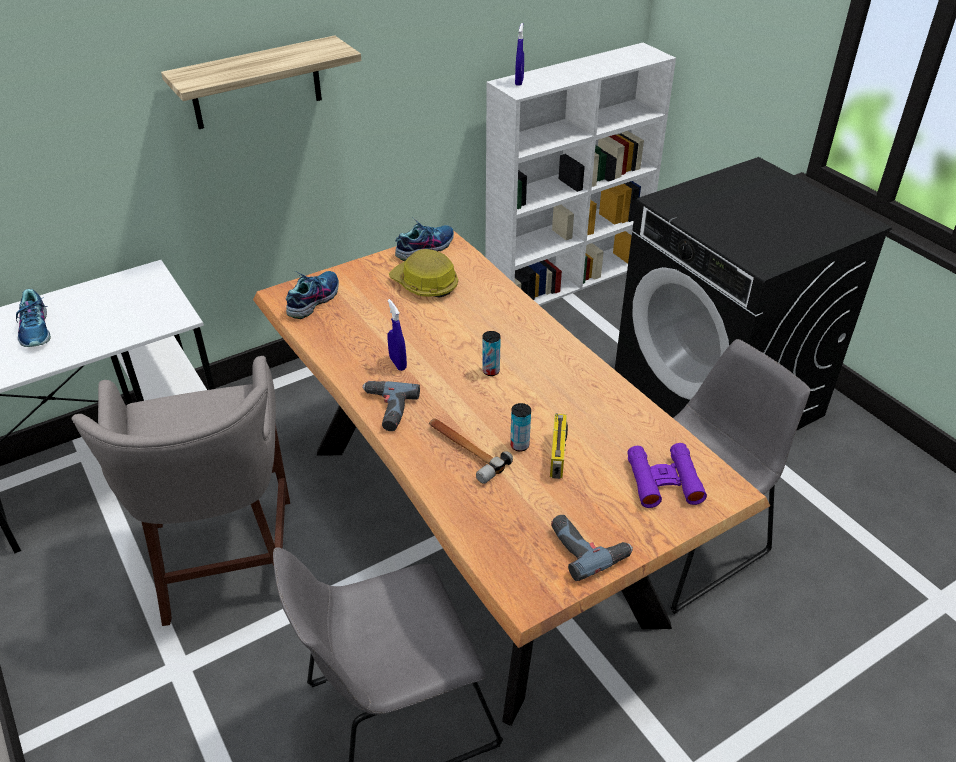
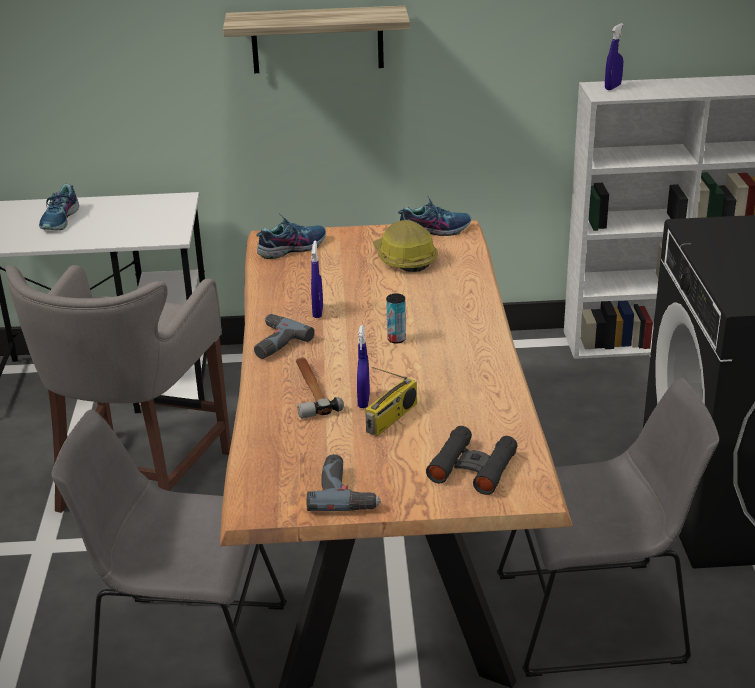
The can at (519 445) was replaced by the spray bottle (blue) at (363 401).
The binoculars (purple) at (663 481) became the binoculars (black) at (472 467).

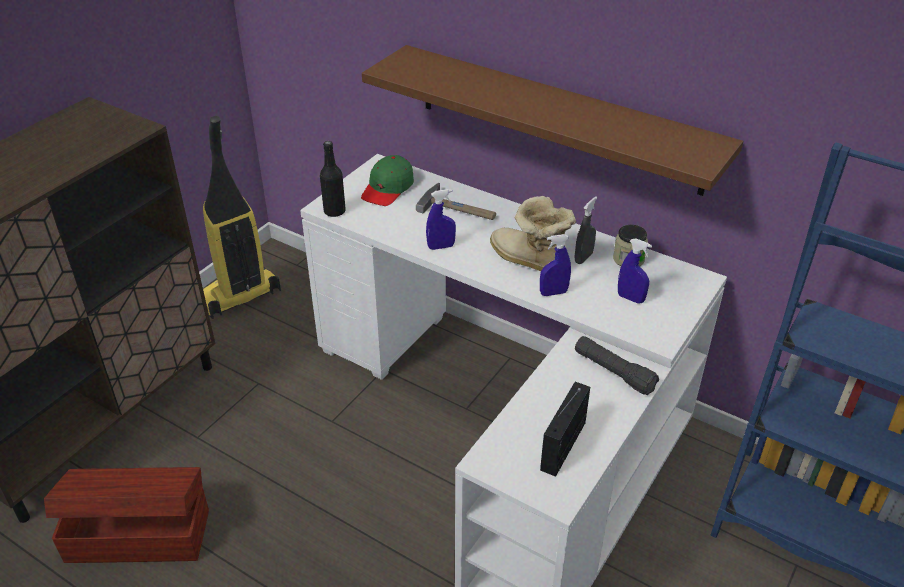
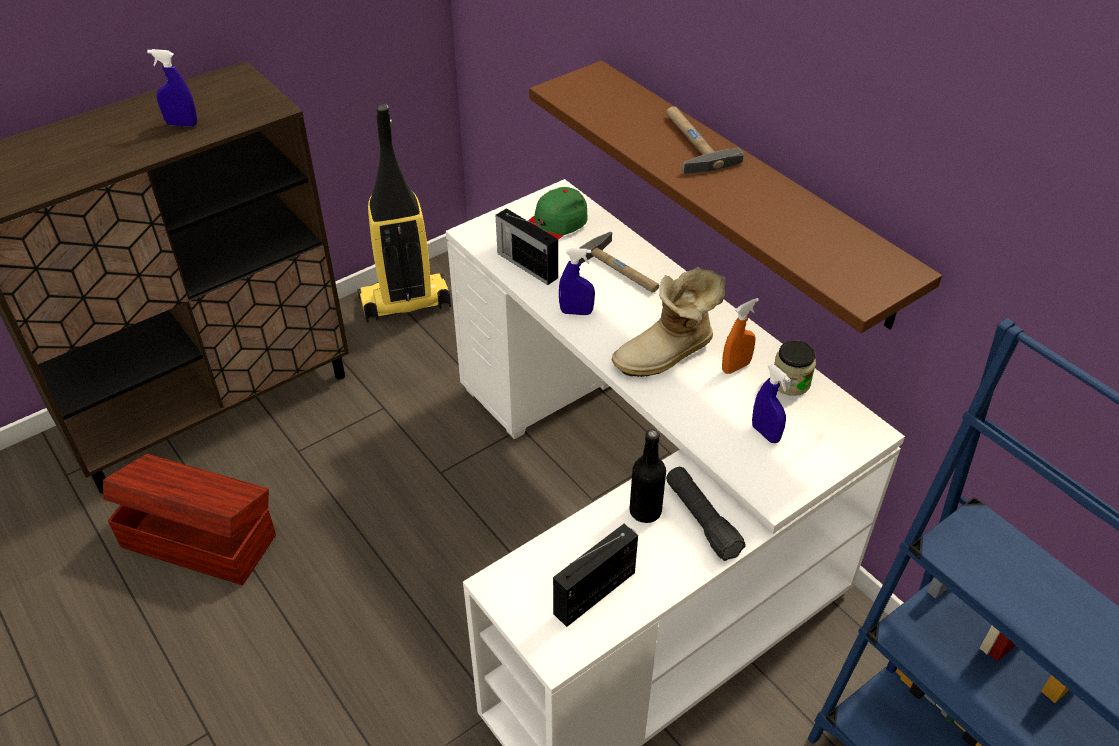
The bottle (black) moved from (334 211) to (645 511).
The boot at (529 261) turned 90 degrees counterclockwise.
The spray bottle (grey) at (583 258) became the spray bottle (orange) at (736 367).
The spray bottle (blue) moved from (553 293) to (182 124).
The hammer at (690 143) appeared.
The radio at (526 264) appeared.

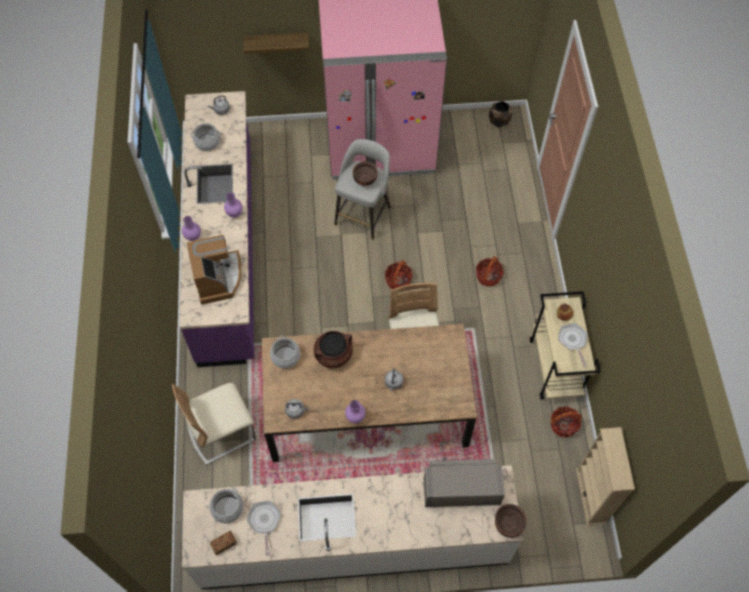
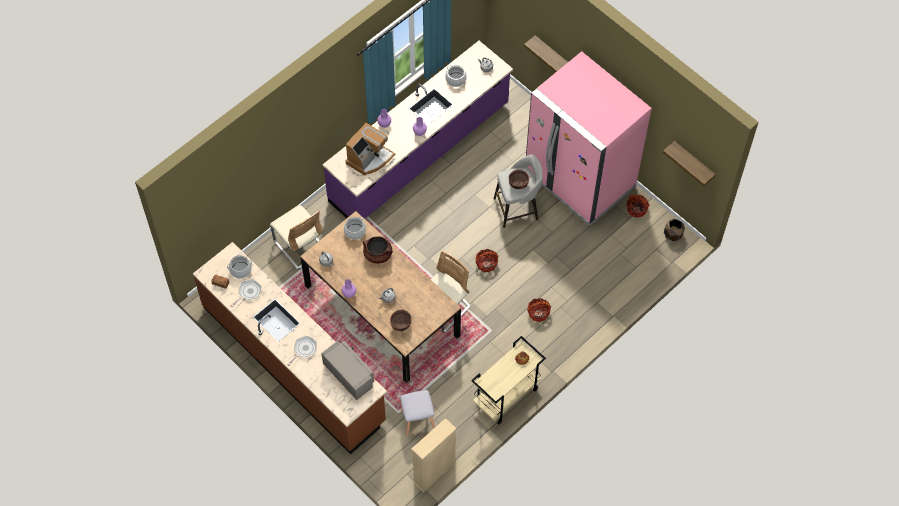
The frying pan moved from (572 341) to (304 349).
The chair (beige) at (221 431) turned 150 degrees counterclockwise.
The basket moved from (563 425) to (636 209).
The counter (white) at (353 542) became the counter (brown) at (294 363).
The bowl (brown) moved from (508 524) to (401 325).
The shelf at (693 162) appeared.
The stool (grey) at (417 419) appeared.

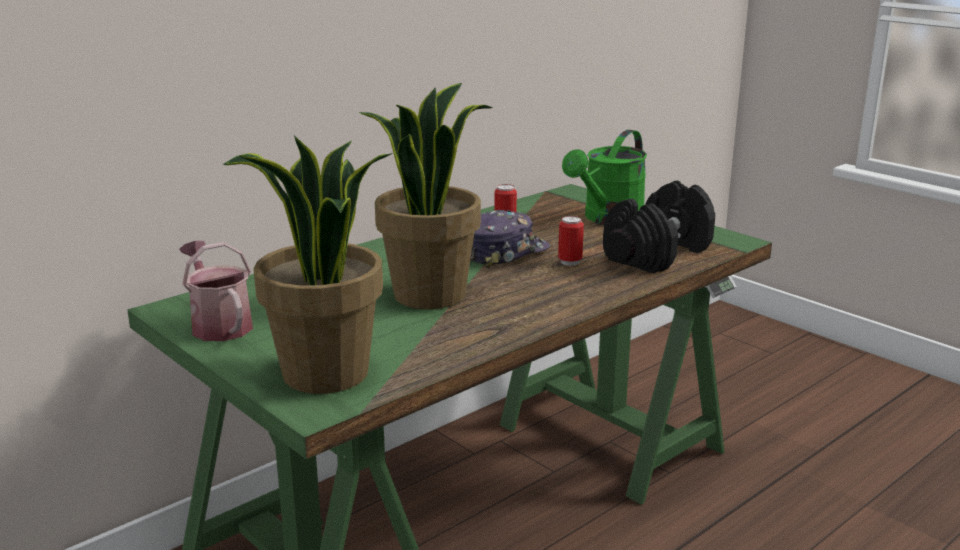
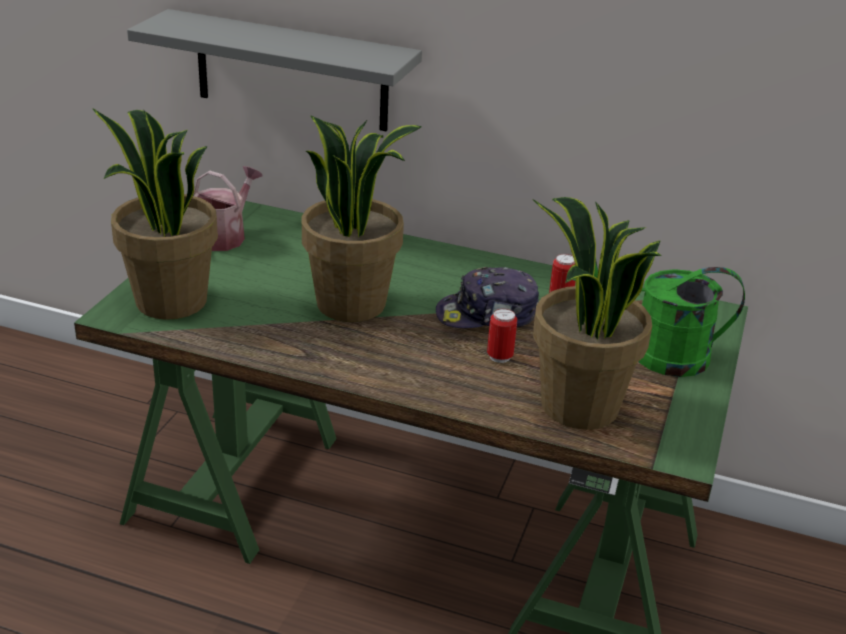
The dumbbell (black) at (658 254) was replaced by the potted plant at (578 407).
The cap at (504 252) turned 150 degrees clockwise.
The shelf (grey) at (291 71) appeared.

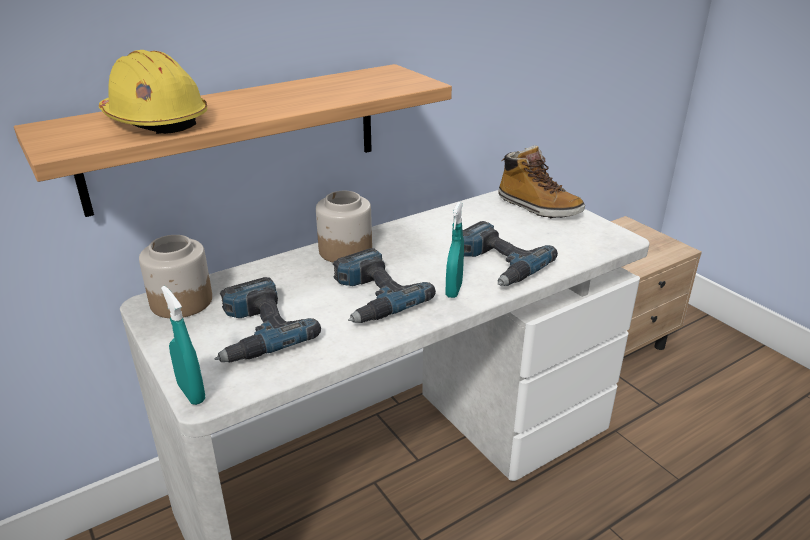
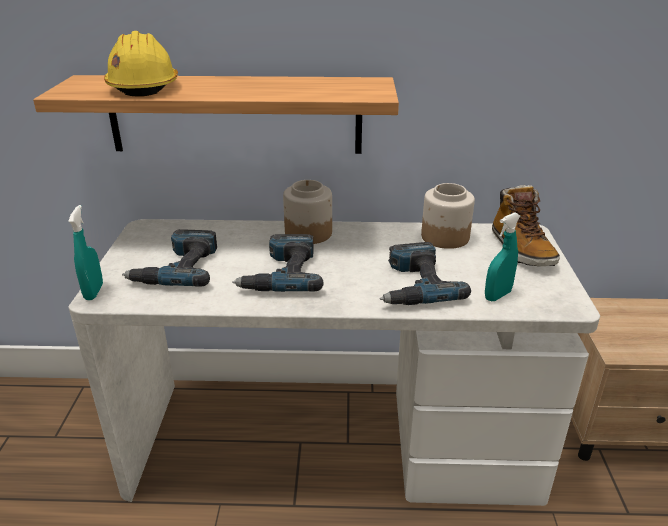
The spray bottle (turquoise) moved from (454 290) to (497 295).
The jar moved from (180 301) to (444 237).

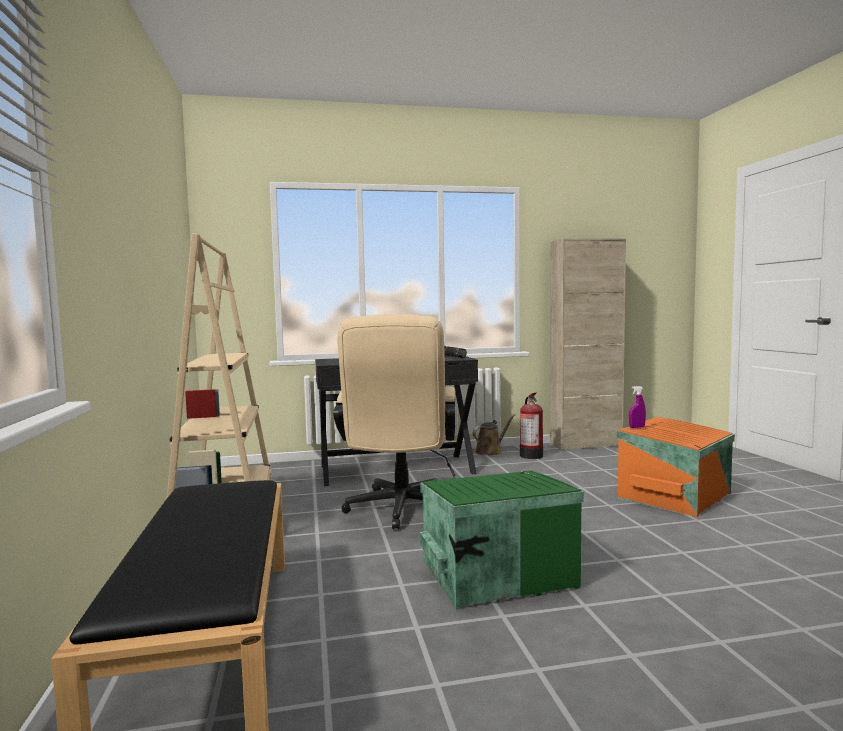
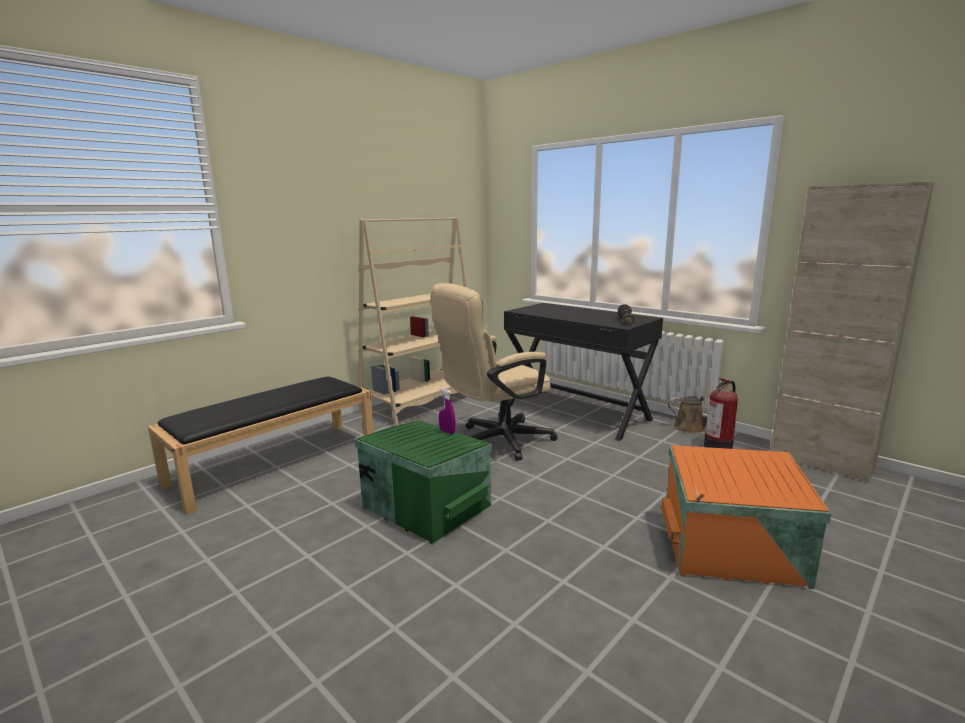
The spray bottle (purple) moved from (637 427) to (447 432).

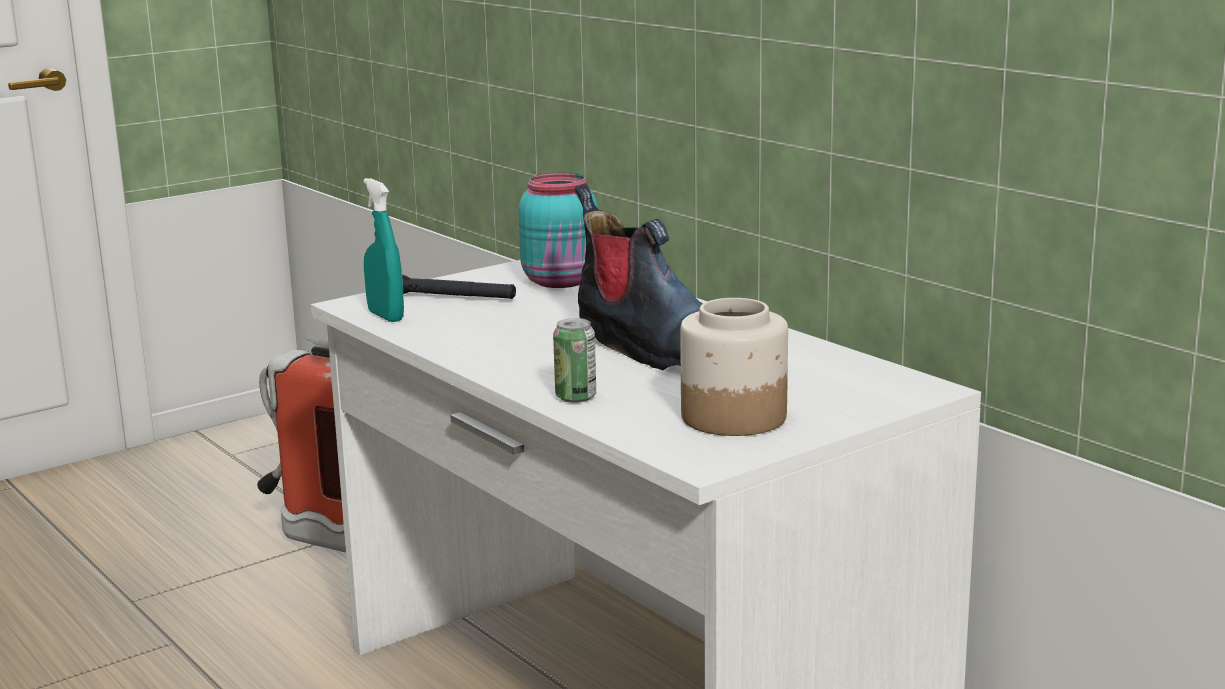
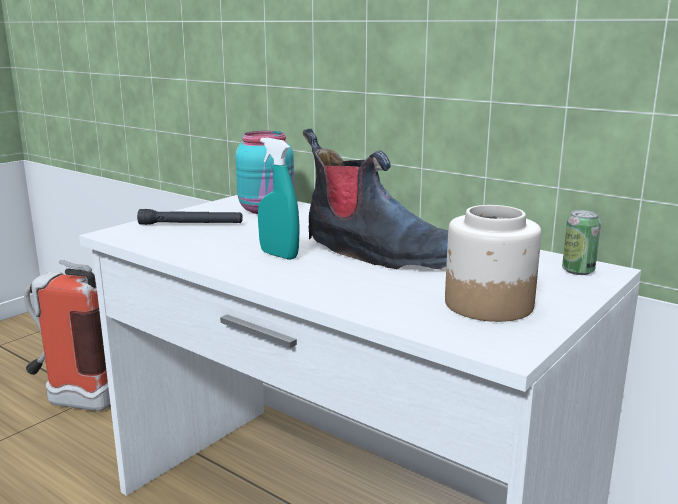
The spray bottle (turquoise) moved from (385 316) to (279 255).
The can moved from (575 397) to (578 271).

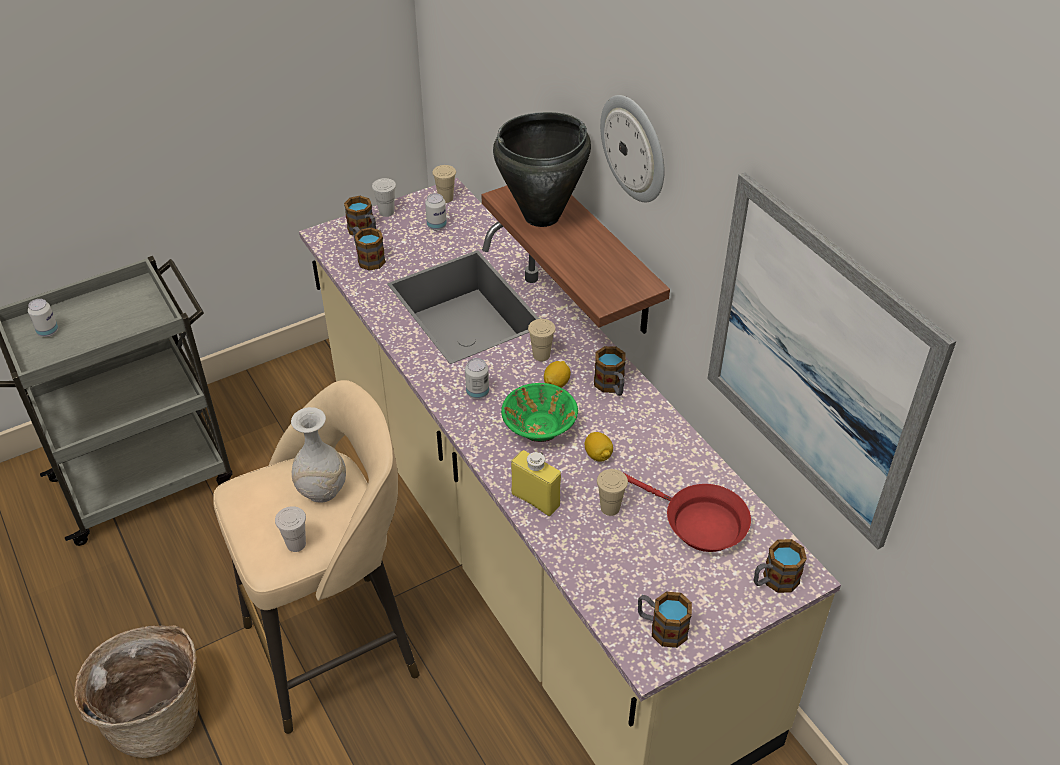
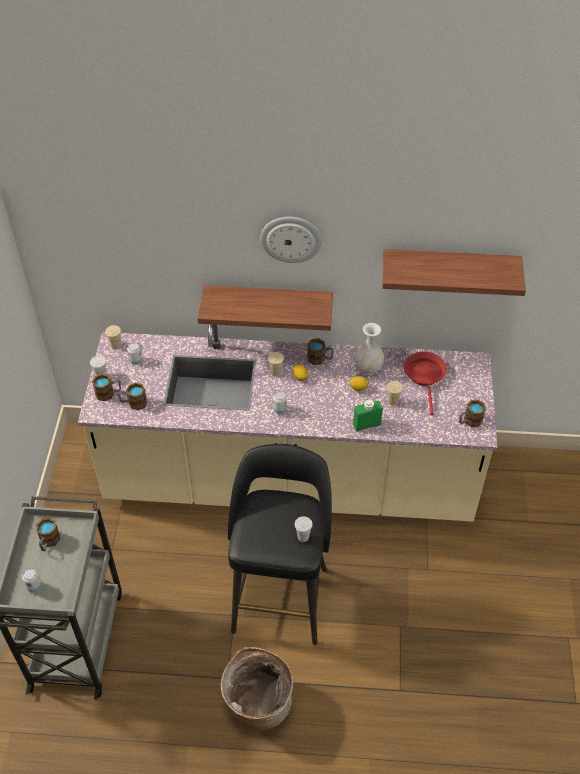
The cooking pot (black) at (542 216) disappeared.
The picture at (815 361) was replaced by the shelf at (449 270).
The stool (beige) at (337 648) became the stool (black) at (281 596).
The bowl (green) at (539 427) disappeared.
The vase (white) moved from (322 490) to (368 368).
The bottle (yellow) at (535 500) became the bottle (green) at (367 424).
The frying pan (red) at (699 523) turned 75 degrees counterclockwise.
The mug moved from (774 581) to (48 542).

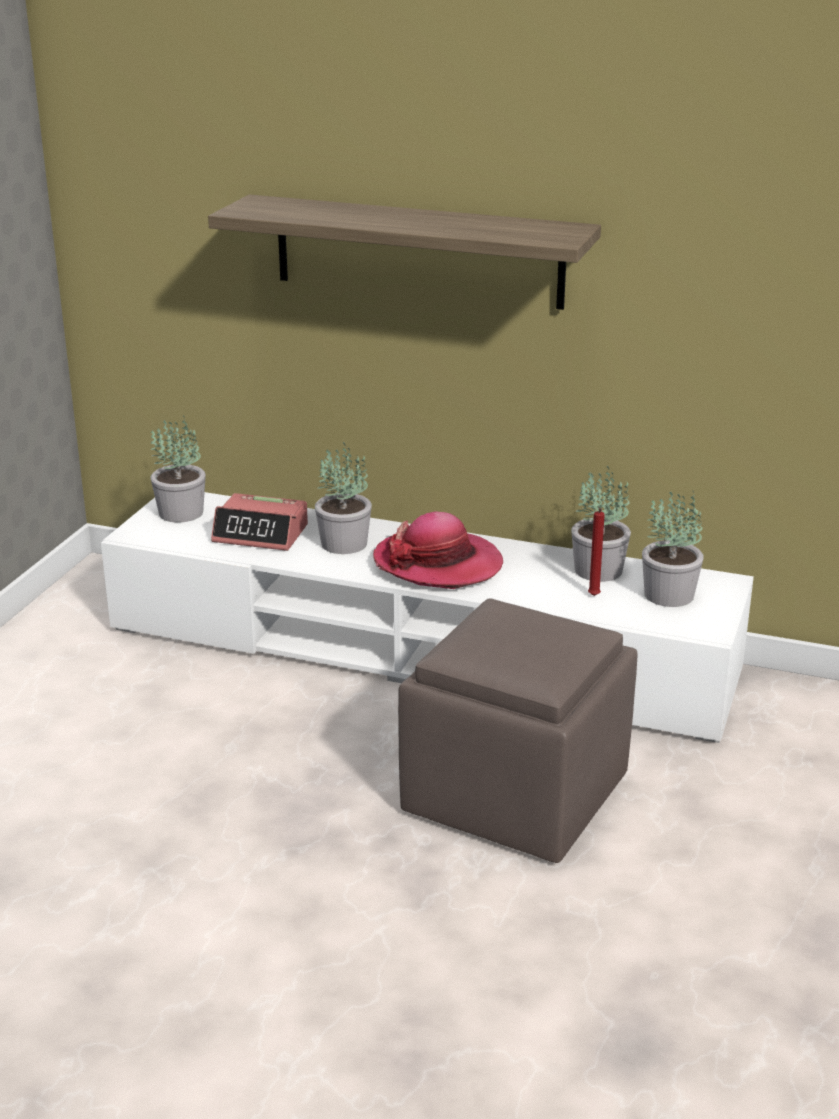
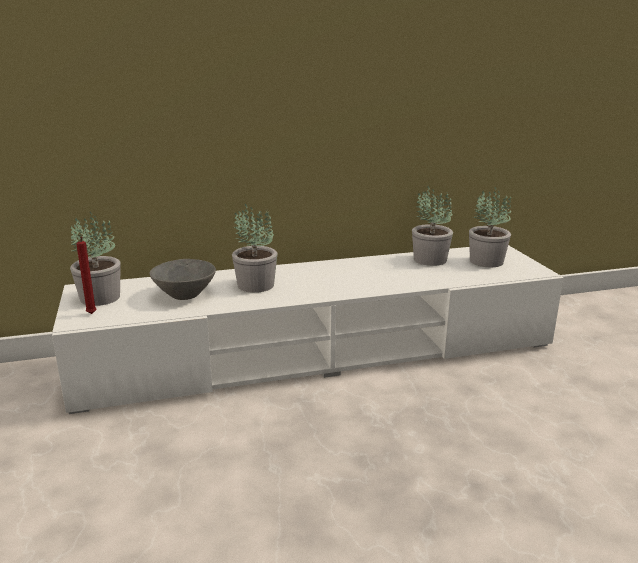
The shelf at (418 251) disappeared.
The alarm clock at (261 534) was replaced by the bowl (grey) at (185 294).
The candle (red) moved from (593 597) to (91 314).
The hat at (438 564) disappeared.
The ottoman (brown) at (514 793) disappeared.

